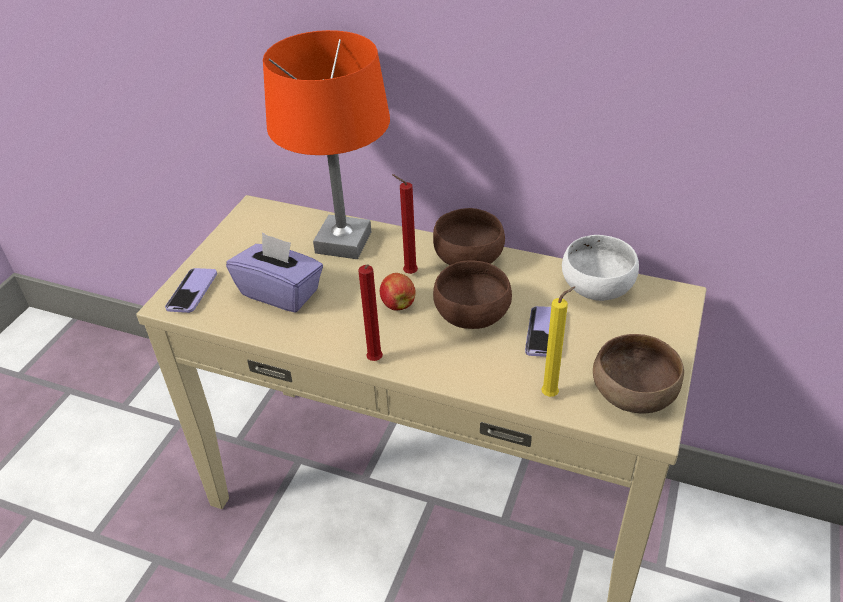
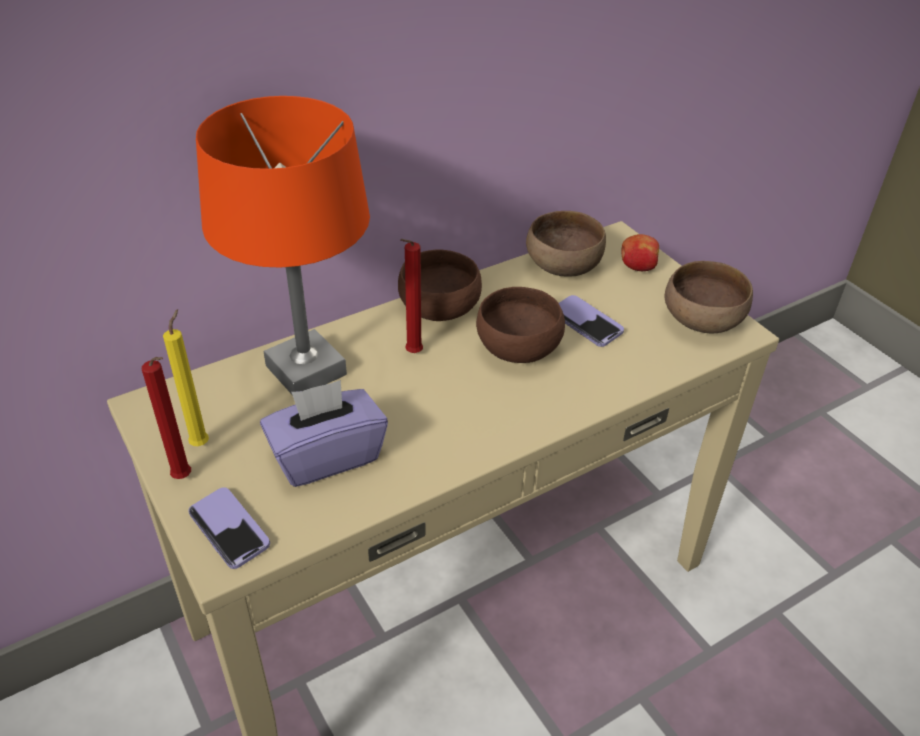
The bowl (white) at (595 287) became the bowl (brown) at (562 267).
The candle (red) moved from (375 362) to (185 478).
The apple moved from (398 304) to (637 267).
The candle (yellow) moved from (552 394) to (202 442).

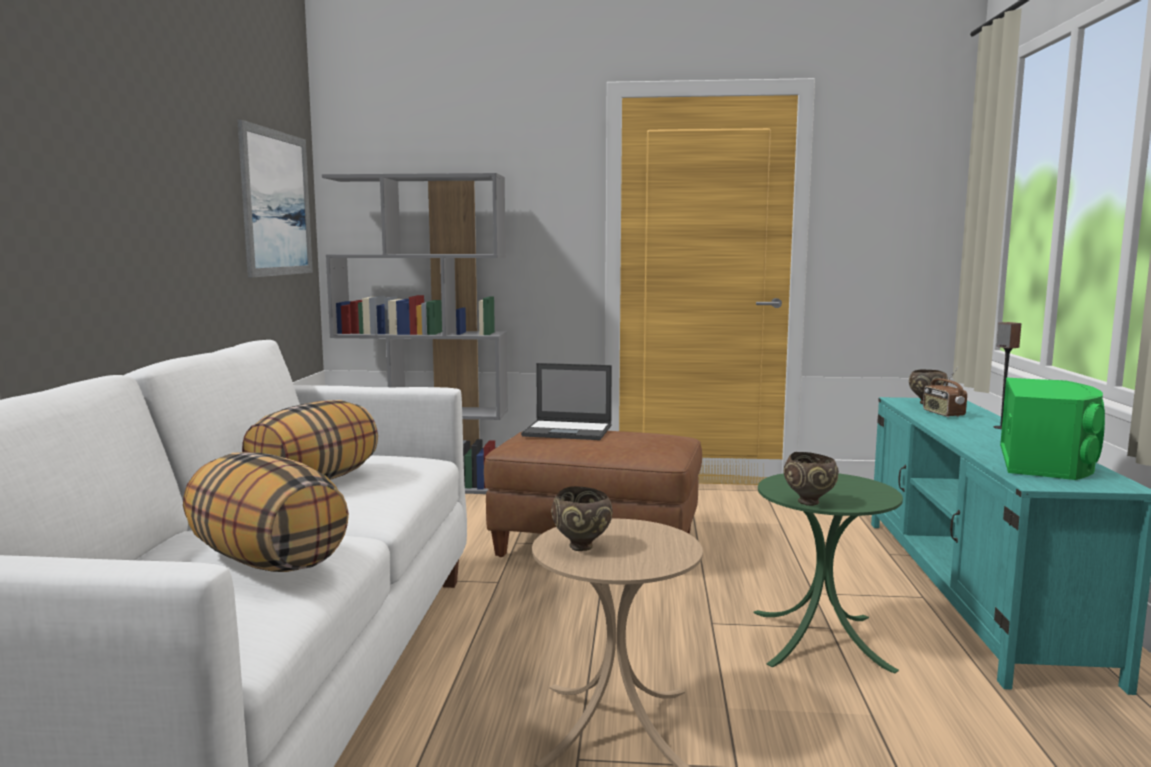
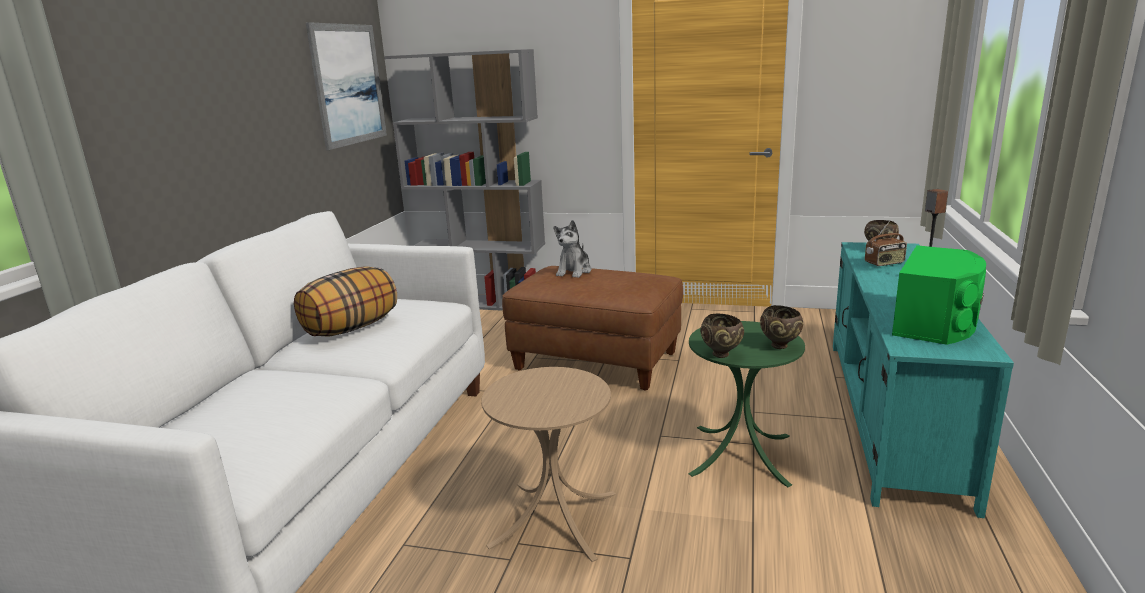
The laptop at (569 431) was replaced by the plush toy at (574 271).
The radio at (942 414) turned 105 degrees counterclockwise.
The pillow at (266 561) disappeared.
The bowl (brown) moved from (582 547) to (780 346).

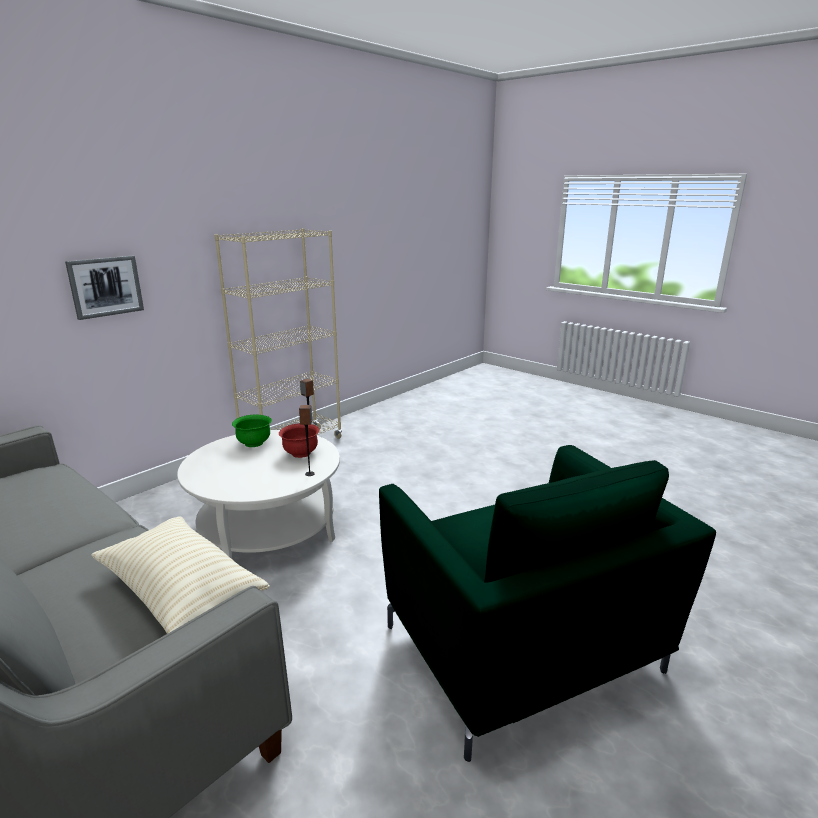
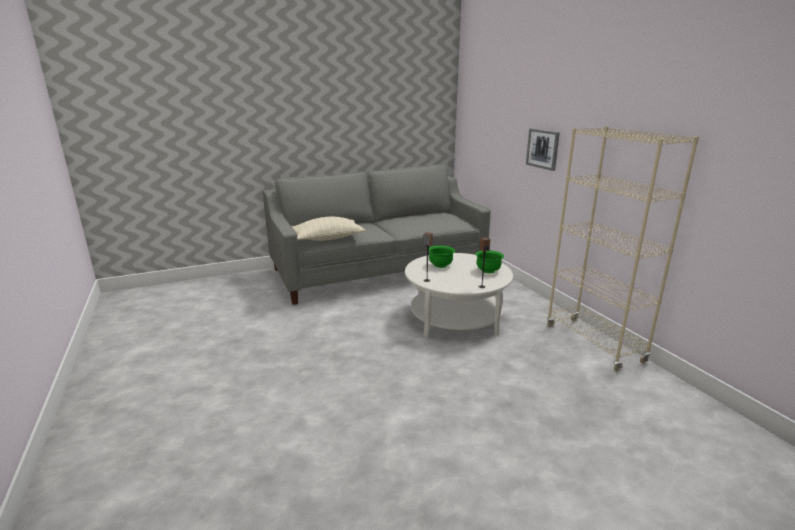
The bowl (red) at (300 453) disappeared.
The armchair (green) at (521 651) disappeared.
The bowl (green) at (440 265) appeared.

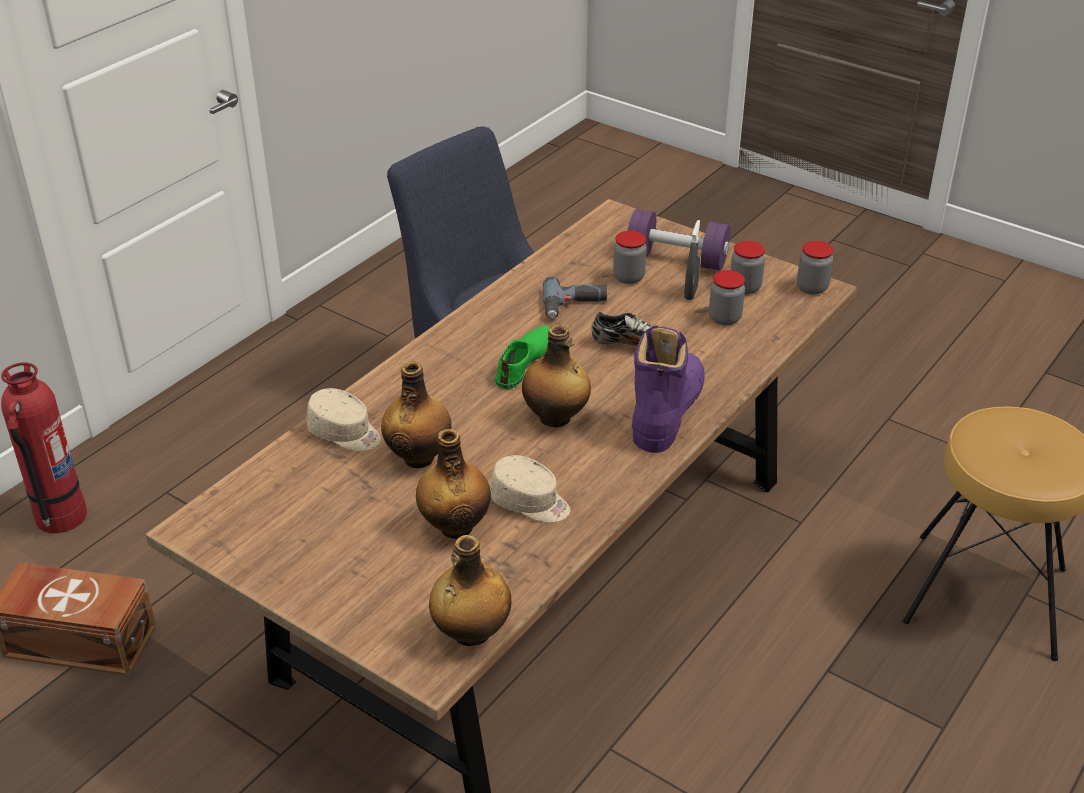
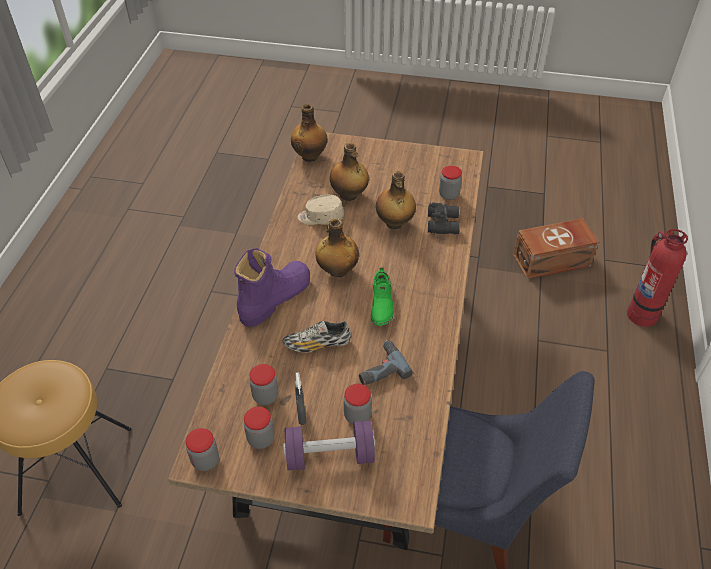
The boot (purple) at (666 410) turned 135 degrees counterclockwise.
The cap (beige) at (345 433) was replaced by the binoculars (black) at (443 223).
The jar at (449 195) appeared.

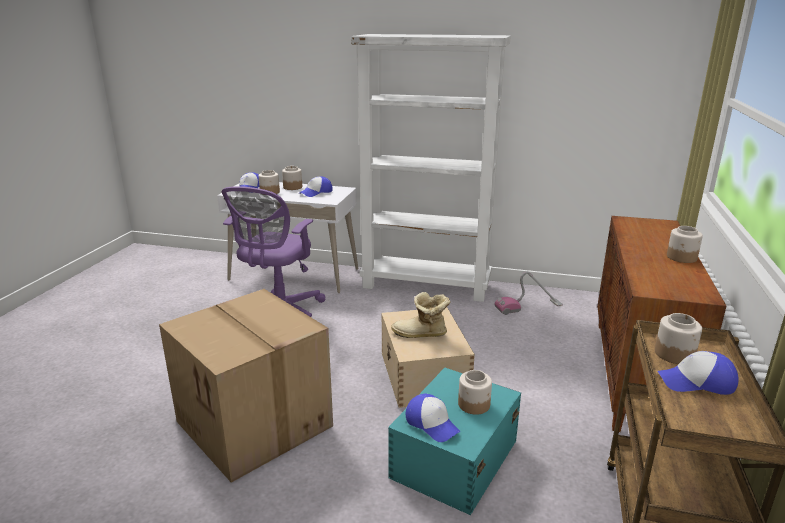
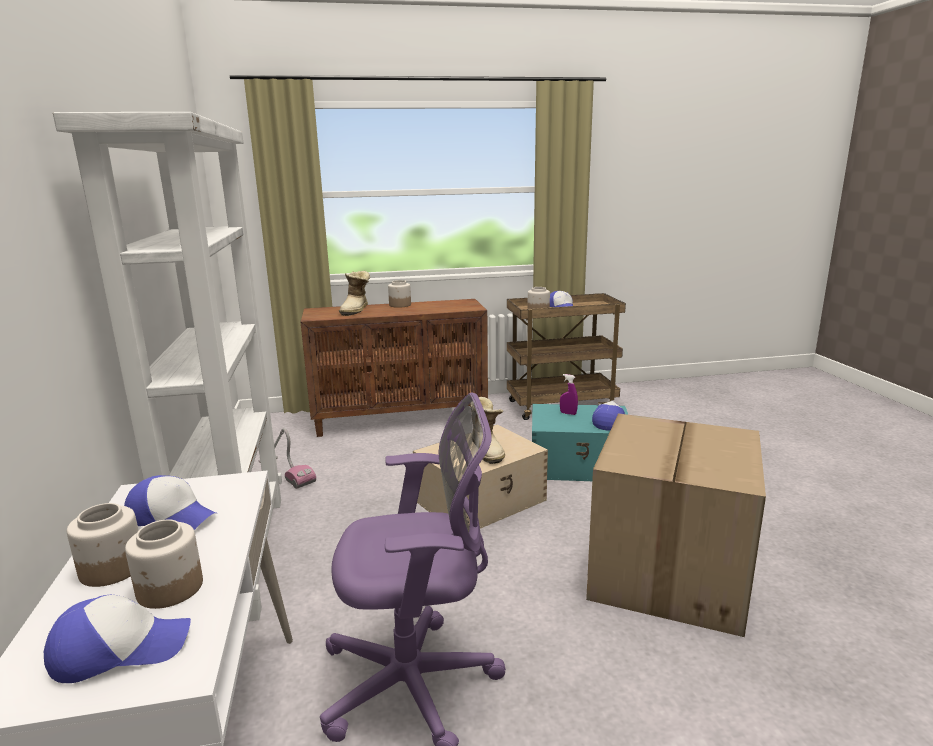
The jar at (474 404) was replaced by the spray bottle (purple) at (568 413).
The boot at (356 310) appeared.

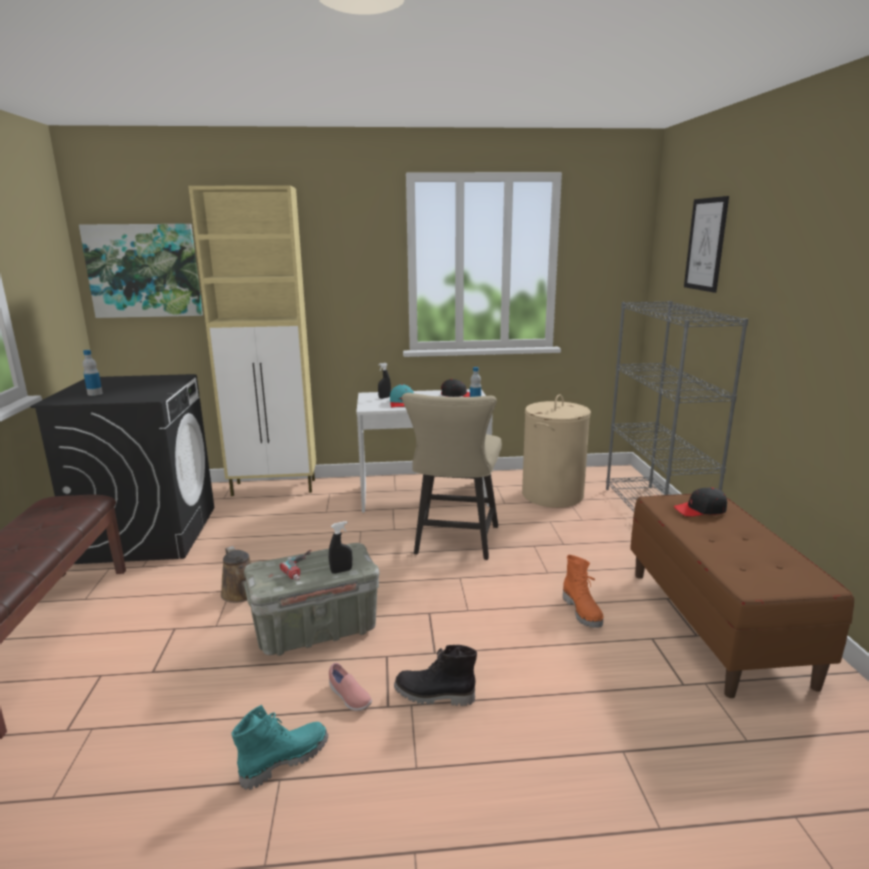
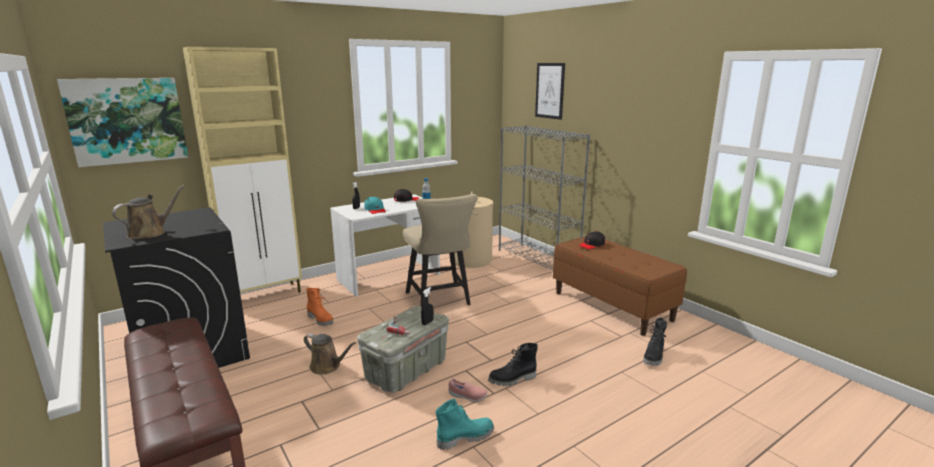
The bottle at (95 394) was replaced by the watering can (brown) at (150 233).
The boot (orange) moved from (583 611) to (321 319).
The boot (turquoise) at (284 760) turned 45 degrees clockwise.
The boot (black) at (654 356) appeared.

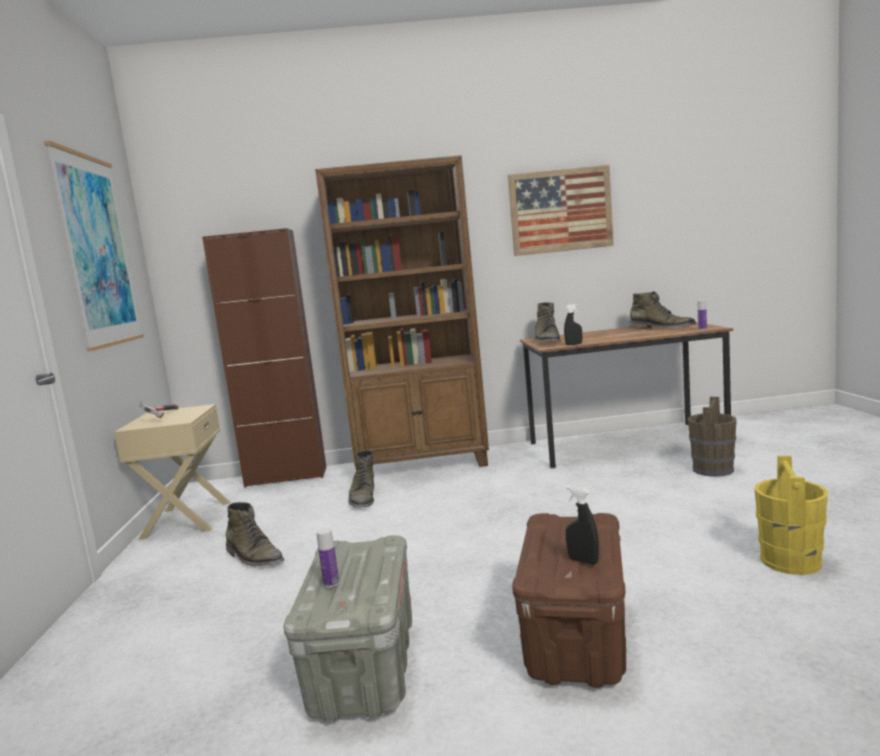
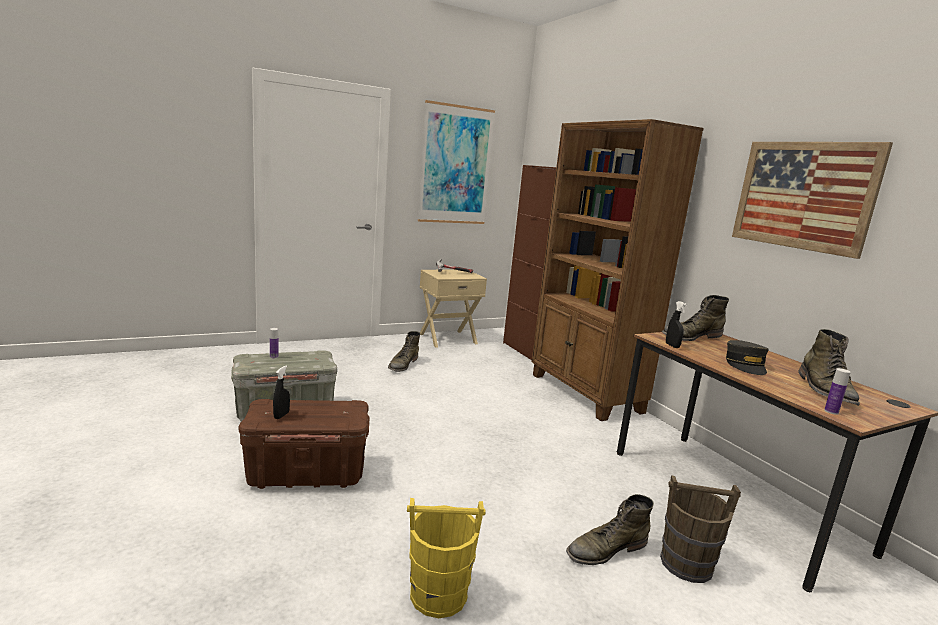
The boot (green) moved from (363 498) to (606 549).
The cap (grey) at (745 365) appeared.

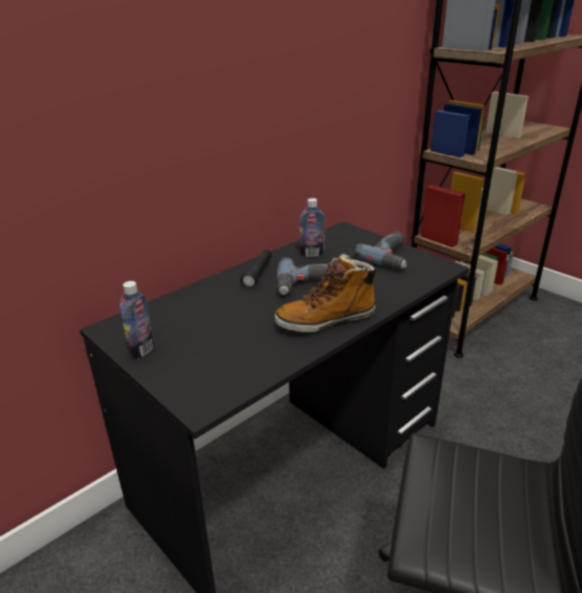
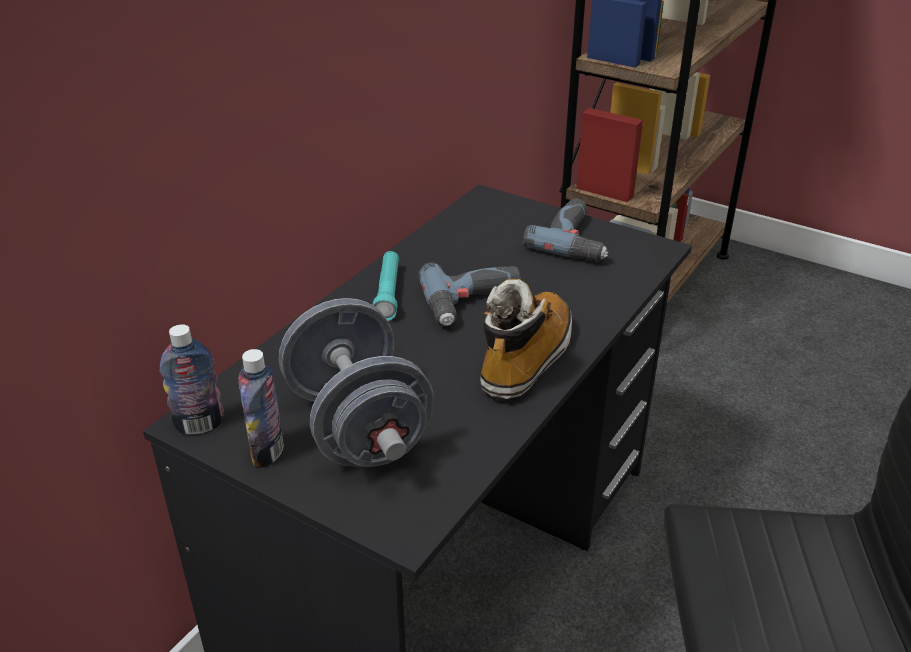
The bottle moved from (312 254) to (199 425).
The flashlight (black) at (258 274) became the flashlight (turquoise) at (388 293).
The boot at (326 320) turned 150 degrees clockwise.
The dumbbell (grey) at (358 426) appeared.

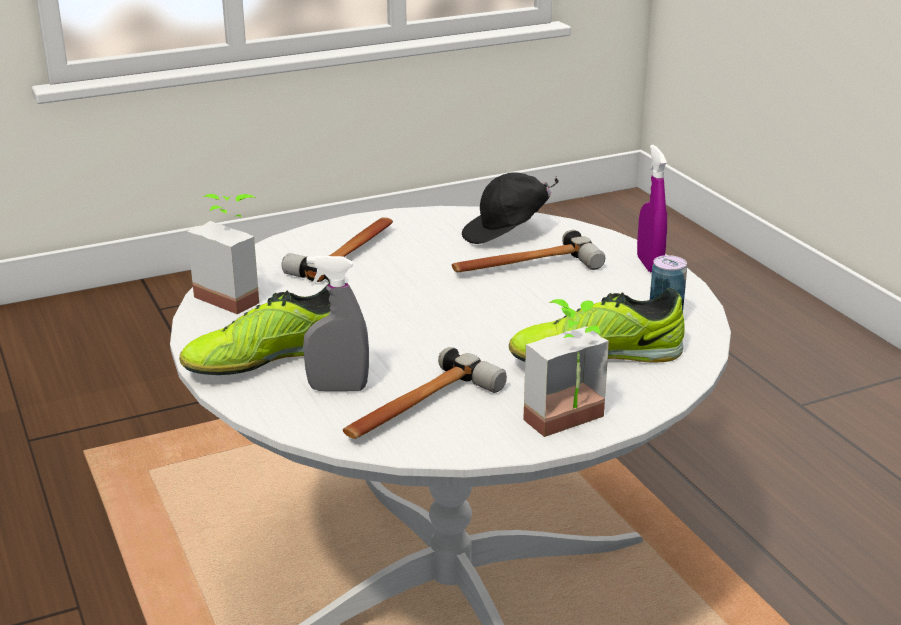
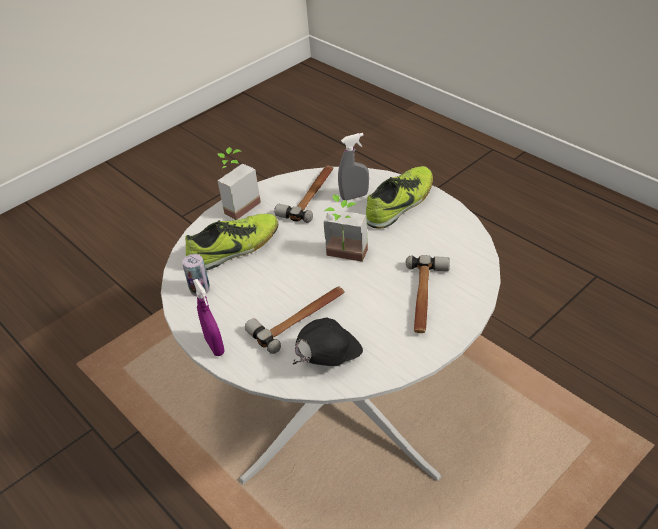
The potted plant moved from (236 295) to (344 257).

